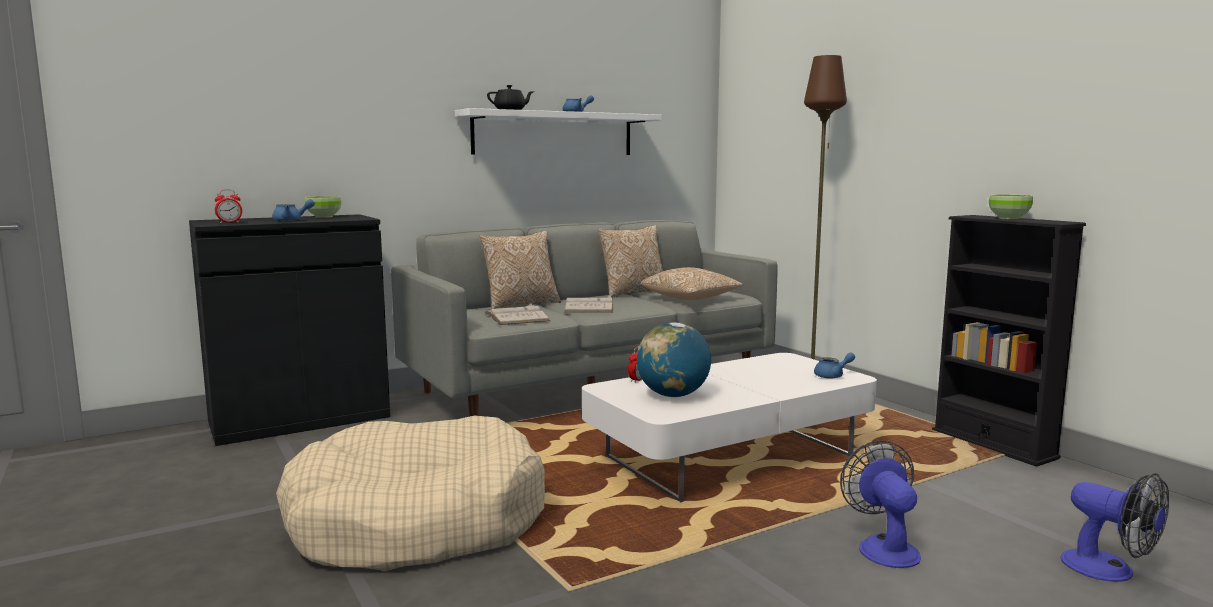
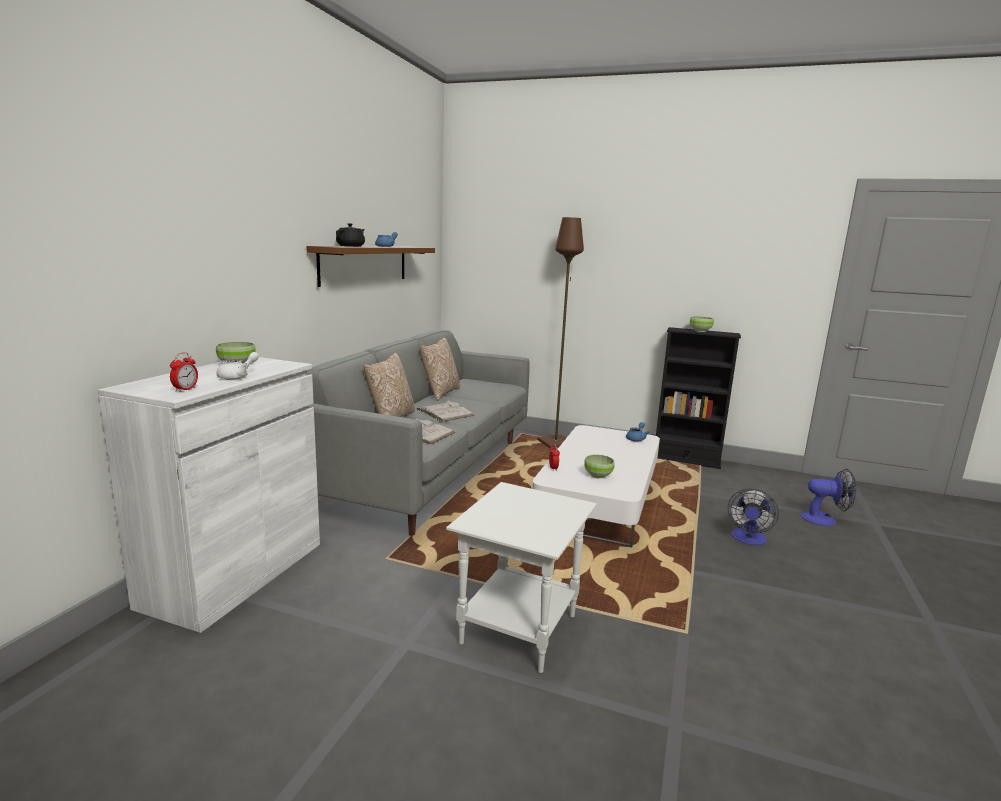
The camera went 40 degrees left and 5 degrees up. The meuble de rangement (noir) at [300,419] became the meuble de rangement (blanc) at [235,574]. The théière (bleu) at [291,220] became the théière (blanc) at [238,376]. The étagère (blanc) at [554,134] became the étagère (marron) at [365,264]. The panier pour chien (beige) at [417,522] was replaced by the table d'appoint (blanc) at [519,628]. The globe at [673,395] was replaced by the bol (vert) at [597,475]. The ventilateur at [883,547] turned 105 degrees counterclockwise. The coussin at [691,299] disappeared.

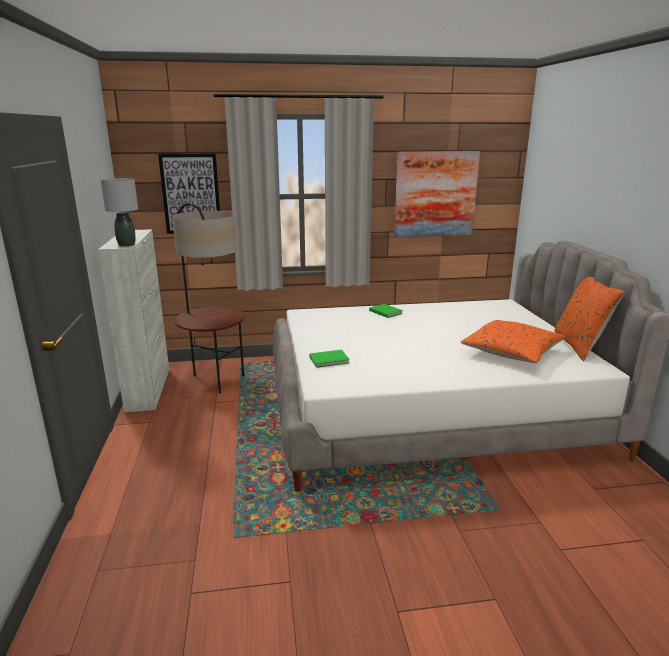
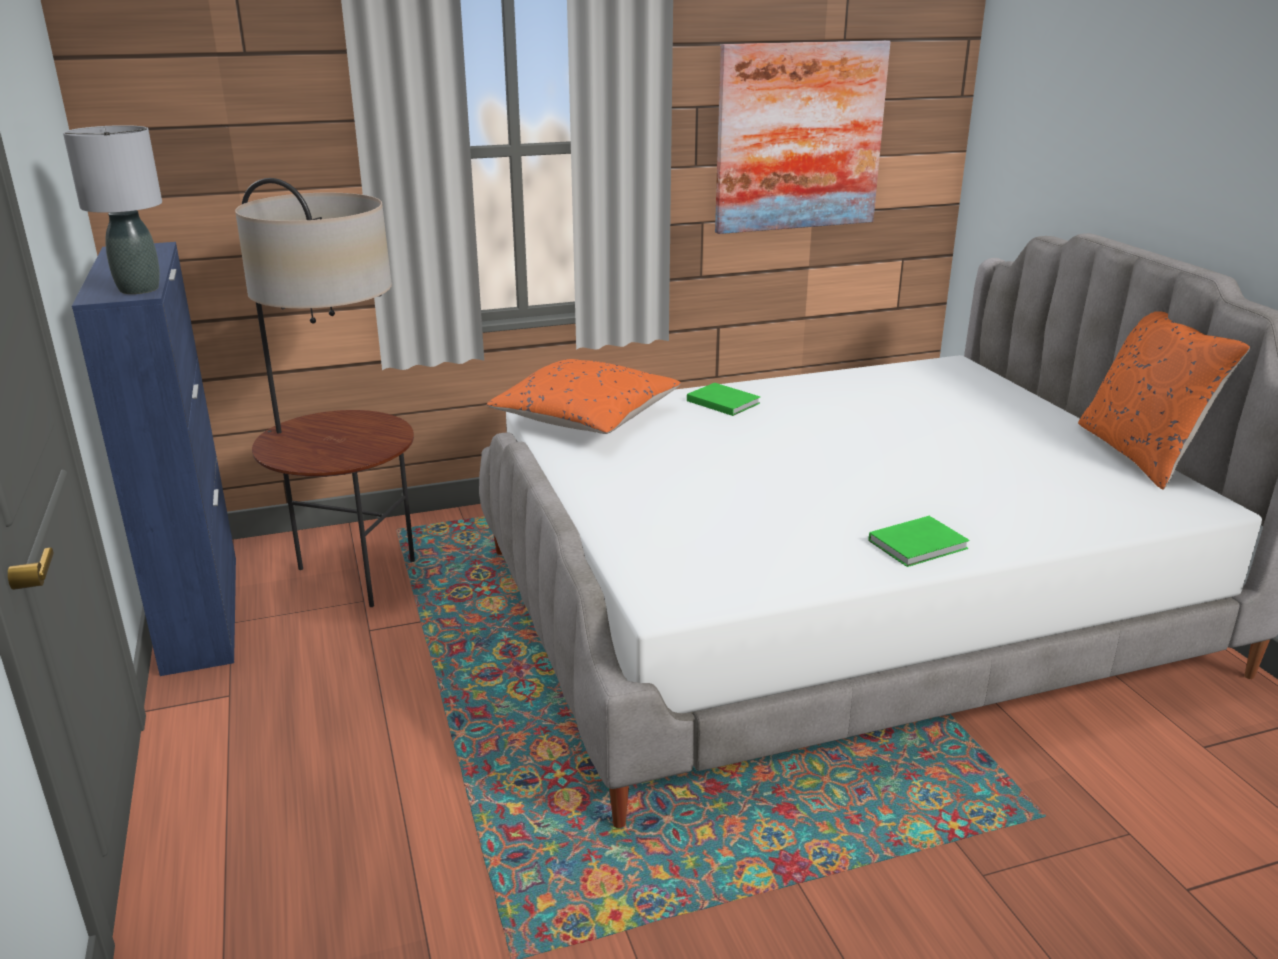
The camera went 10 degrees left and 5 degrees up. The meuble de rangement (blanc) at [148,388] became the meuble de rangement (bleu) at [202,611]. The coussin (orange) moved from [511,353] to [586,418]. The livre (vert) moved from [330,360] to [920,544]. The tableau at [191,194] disappeared.

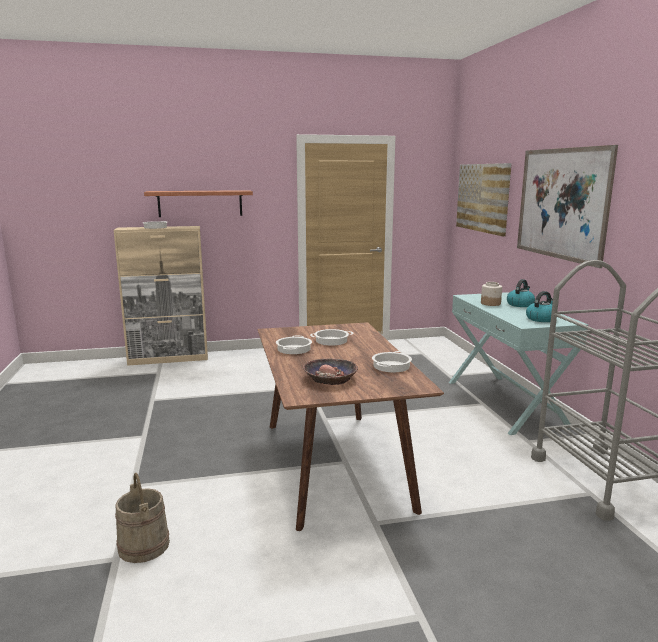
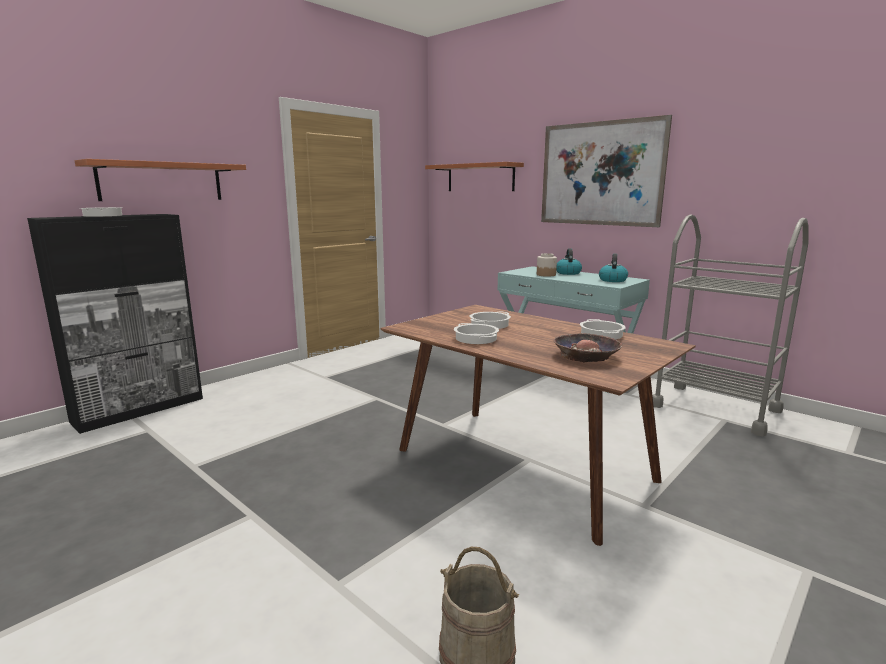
The camera went 35 degrees left and 0 degrees up. The meuble de rangement (beige) at [169,358] became the meuble de rangement (noir) at [140,410]. The tableau at [482,197] was replaced by the étagère at [480,178].

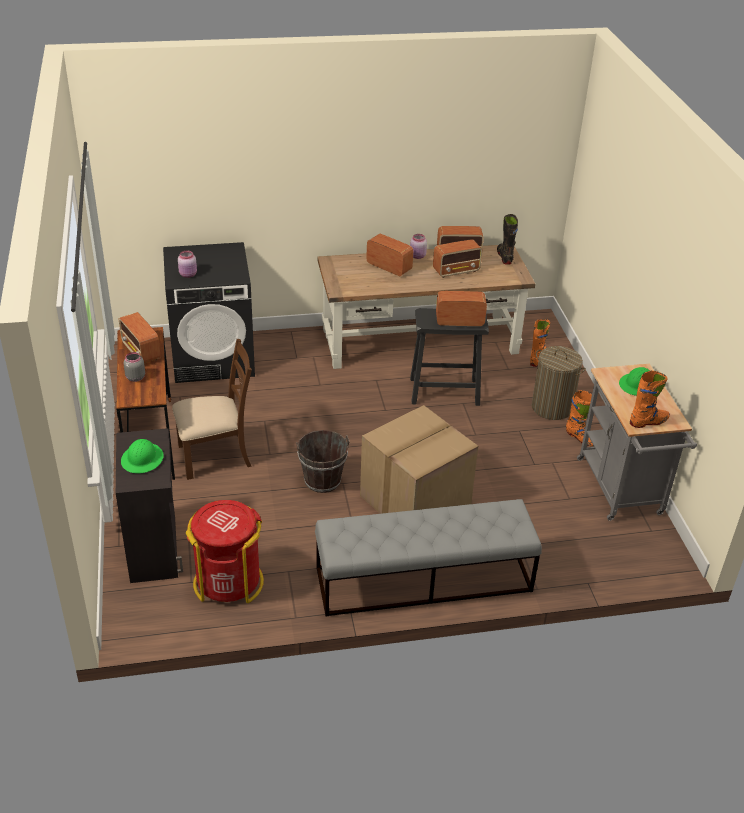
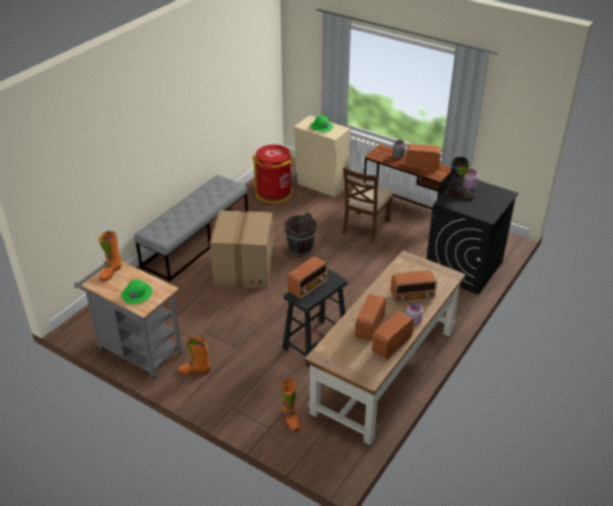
The camera went 135 degrees right and 0 degrees up. The meuble de rangement (noir) at [155,548] became the meuble de rangement (beige) at [321,184]. The botte (noir) moved from [504,257] to [460,195]. The panier à linge at [552,407] disappeared.

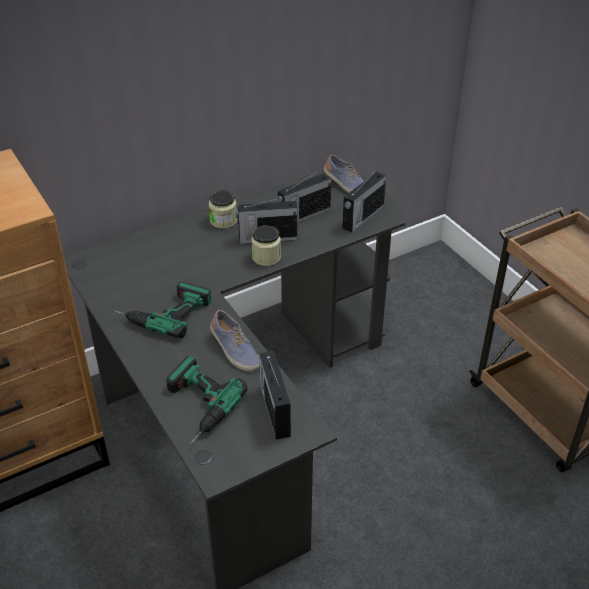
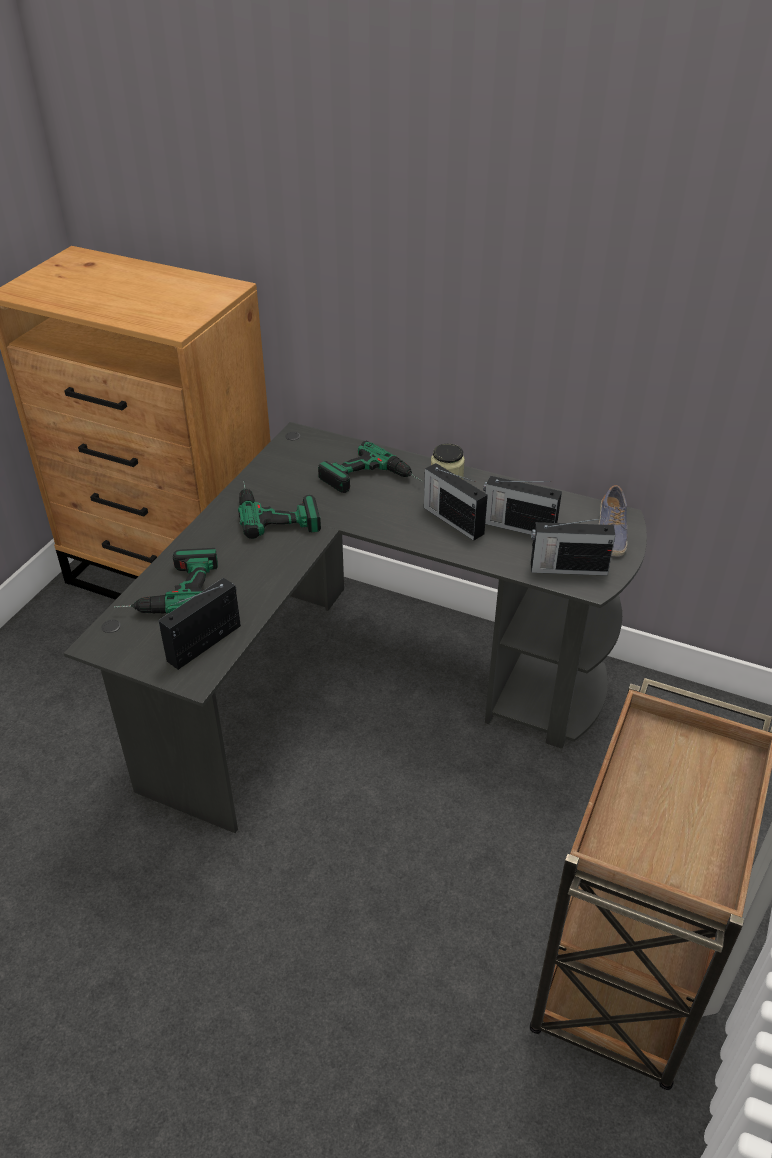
The camera went 55 degrees right and 0 degrees up. The perceuse at [372,481] appeared. The chaussure at [234,351] disappeared. The bocal at [266,257] disappeared.

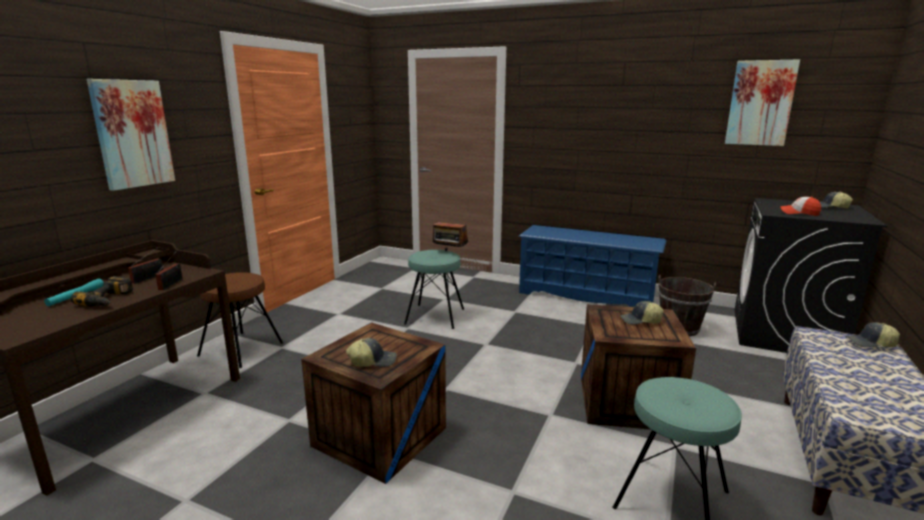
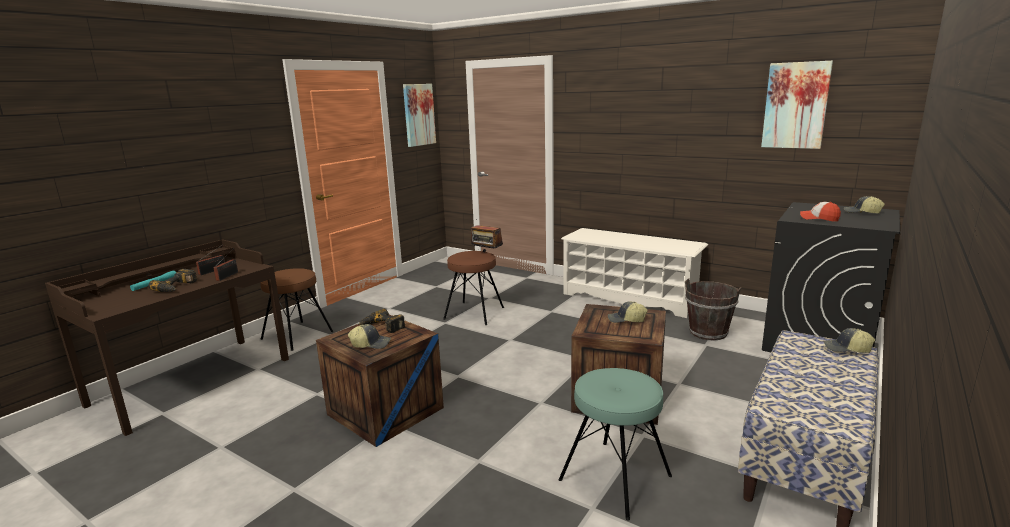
The camera went 10 degrees right and 0 degrees up. The perceuse at [381,327] appeared. The tableau moved from [132,134] to [418,115]. The tabouret (turquoise) at [435,316] became the tabouret (marron) at [474,313]. The étagère à chaussures (bleu) at [586,295] became the étagère à chaussures (blanc) at [629,298].

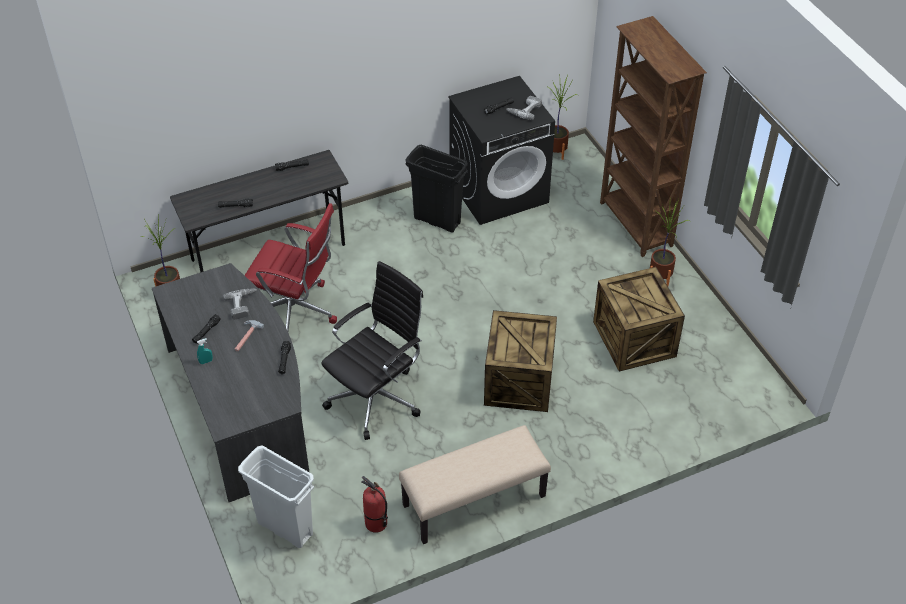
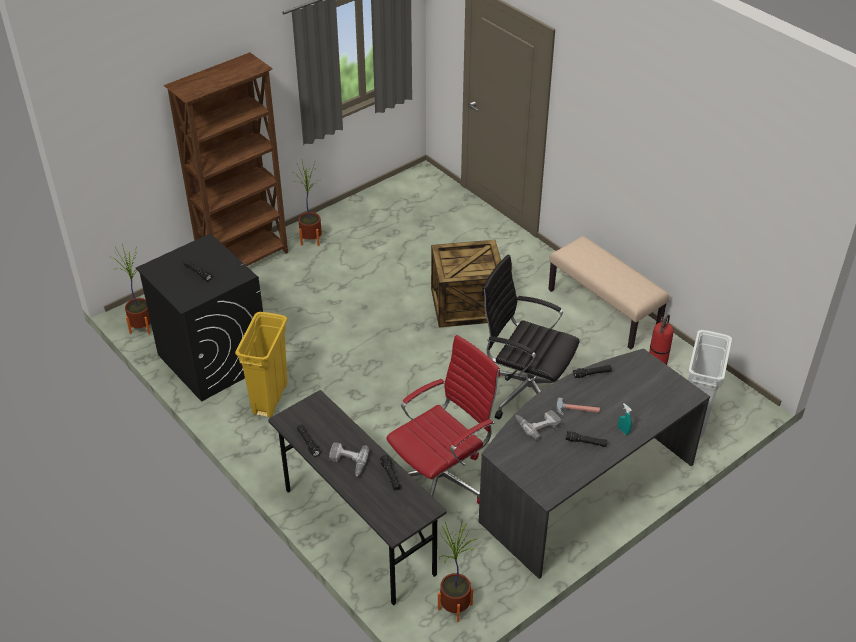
The camera went 105 degrees left and 5 degrees down. The poubelle (noir) at [436,220] became the poubelle (jaune) at [270,398]. The perceuse moved from [524,110] to [348,462]. The chaise de bureau (rouge) at [296,312] turned 45 degrees clockwise. The caisse at [635,339] disappeared.

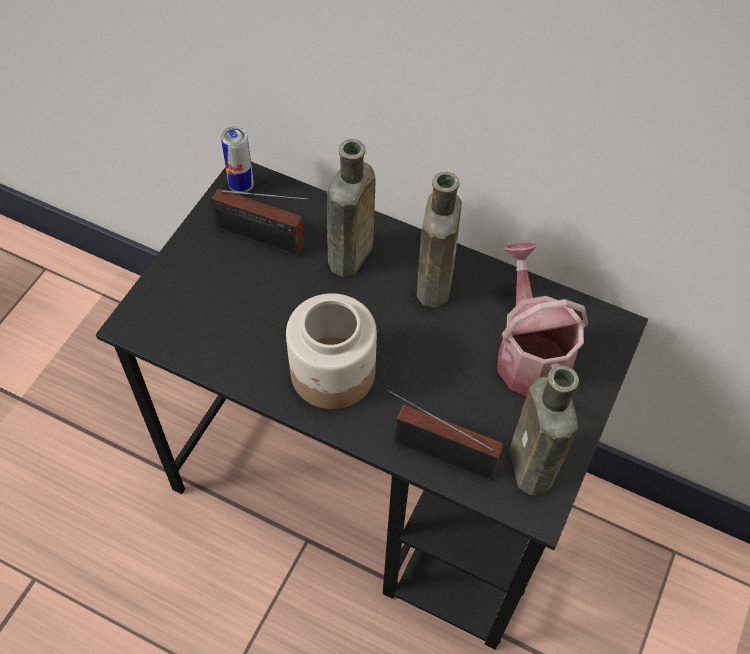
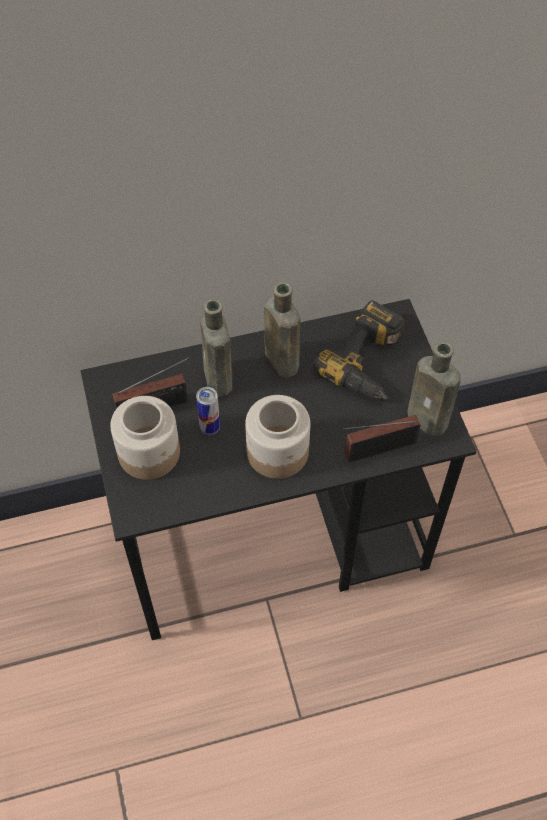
The camera went 40 degrees left and 0 degrees up. The bocal at [150,453] appeared. The boîte métallique moved from [241,186] to [210,428]. The arrosoir at [530,354] was replaced by the perceuse at [370,362].

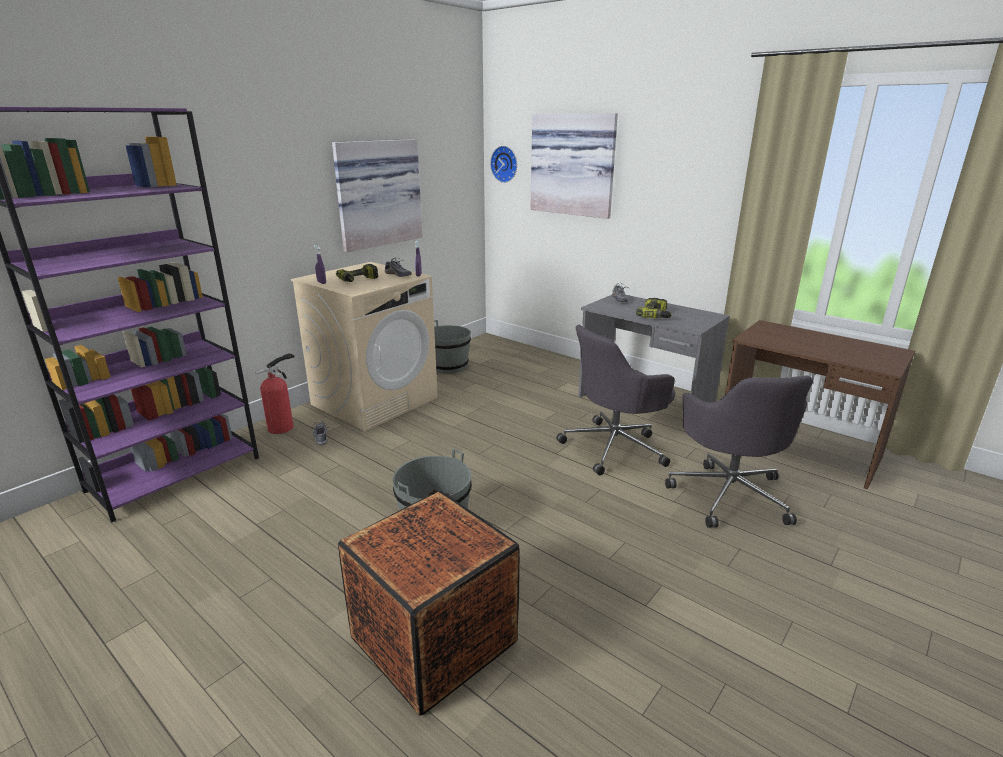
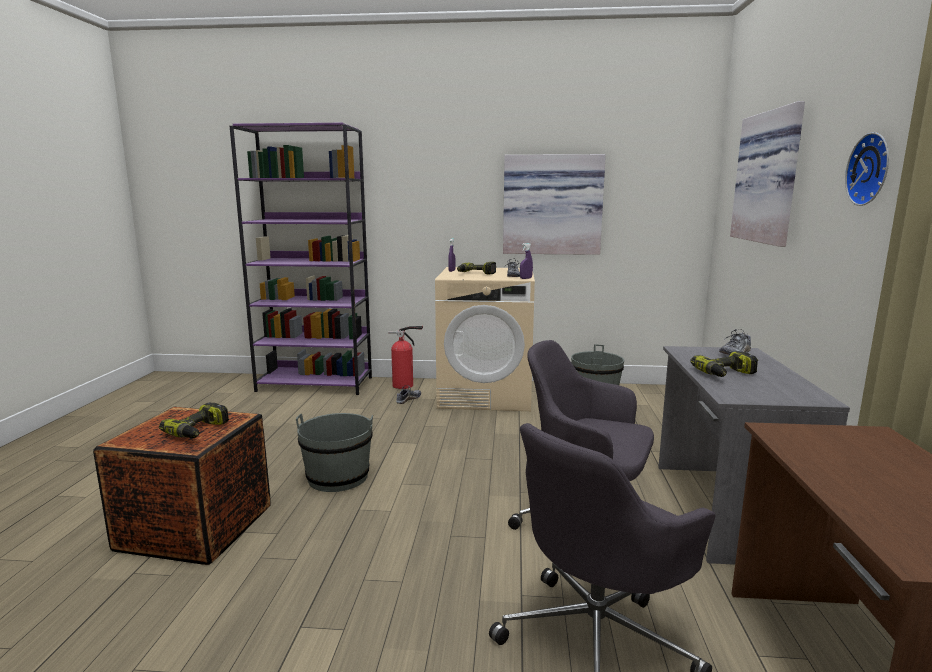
The camera went 55 degrees right and 10 degrees down. The perceuse at [199,431] appeared. The horloge murale moved from [505,164] to [872,169].

